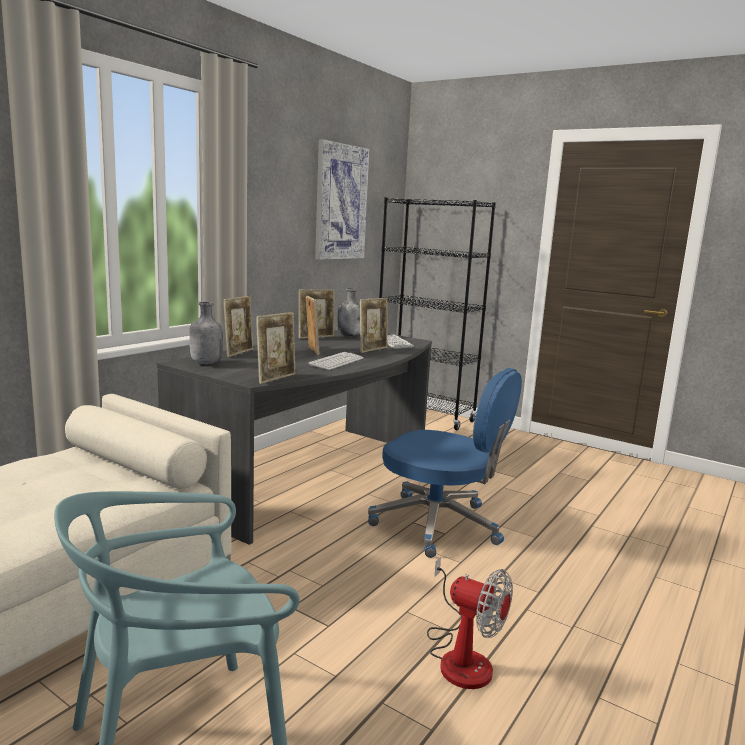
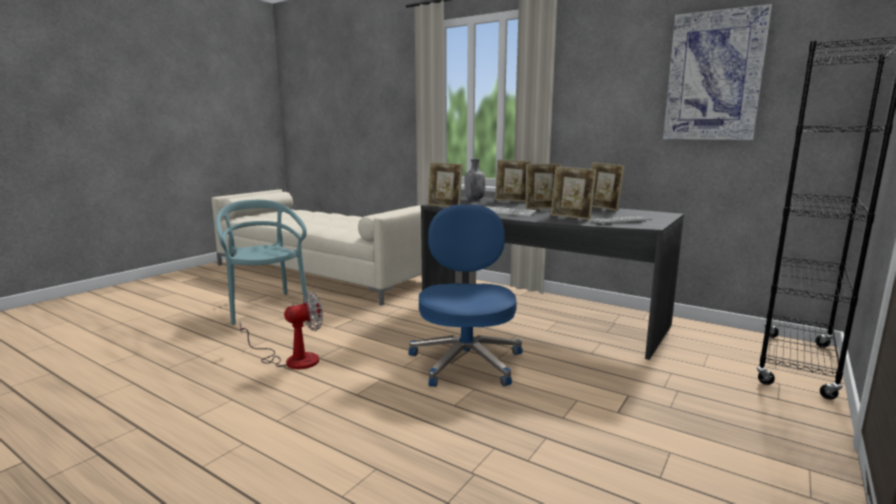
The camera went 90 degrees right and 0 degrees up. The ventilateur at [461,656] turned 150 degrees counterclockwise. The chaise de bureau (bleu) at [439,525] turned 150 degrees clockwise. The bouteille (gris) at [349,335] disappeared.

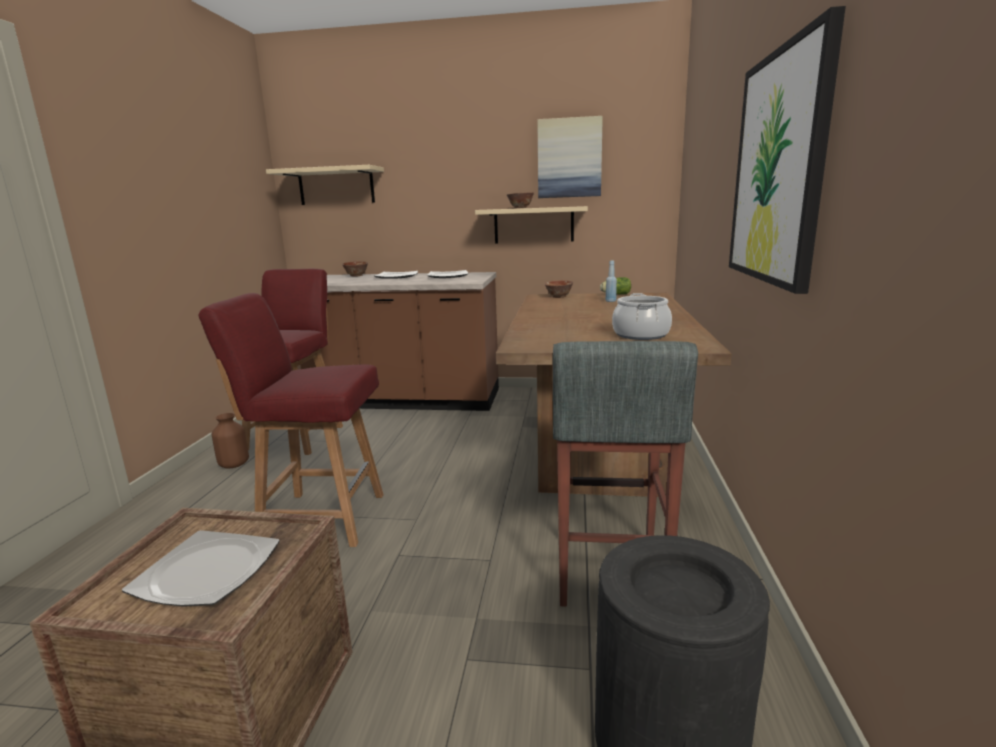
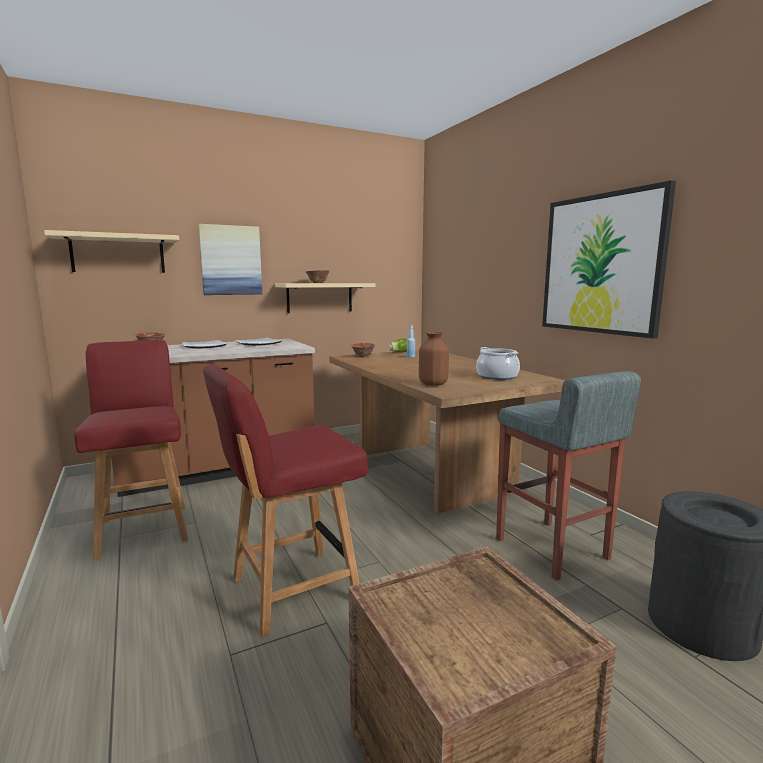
The camera went 35 degrees left and 5 degrees down. The tableau moved from [569,158] to [231,260]. The vase (marron) moved from [234,464] to [433,384]. The assiette at [209,571] disappeared.

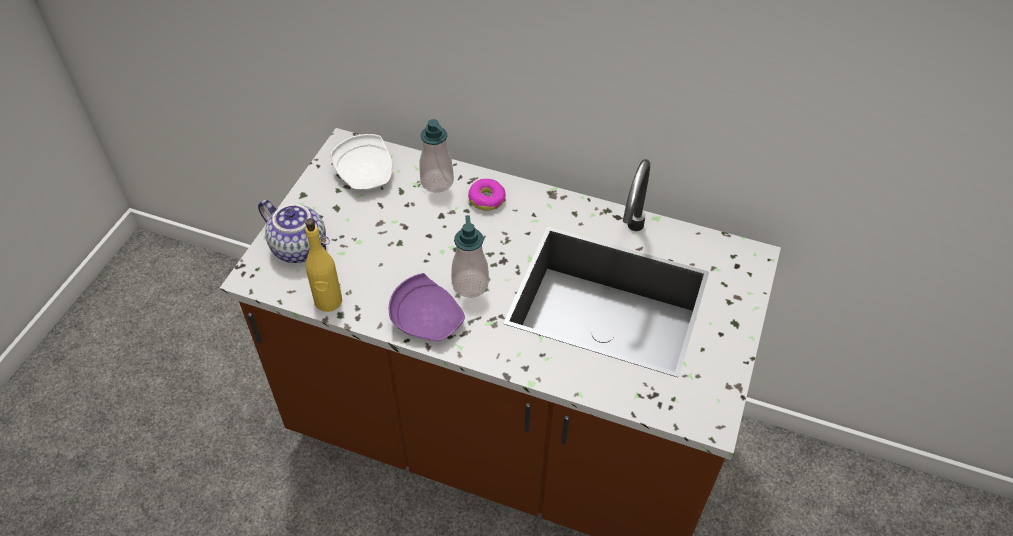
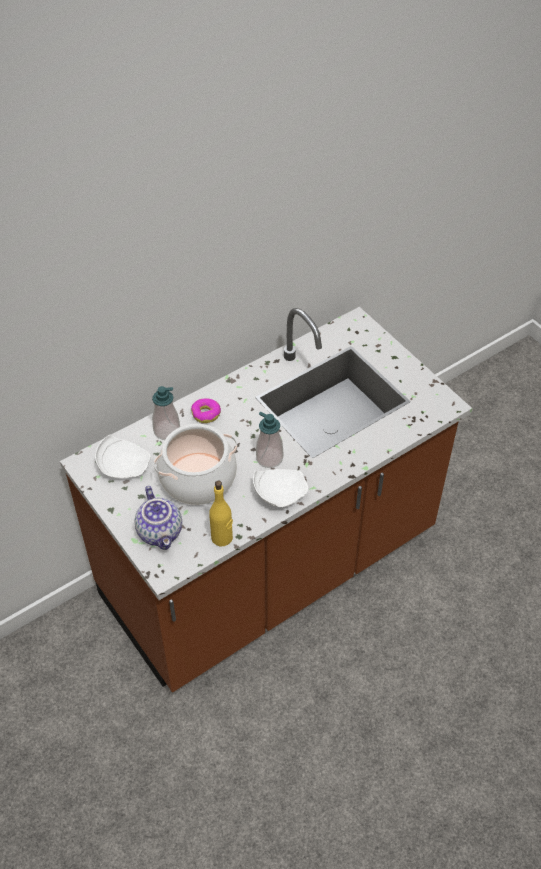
The camera went 55 degrees left and 0 degrees up. The théière at [301,248] turned 90 degrees clockwise. The marmite at [197,479] appeared. The assiette (violet) at [428,318] became the assiette (blanc) at [279,492].

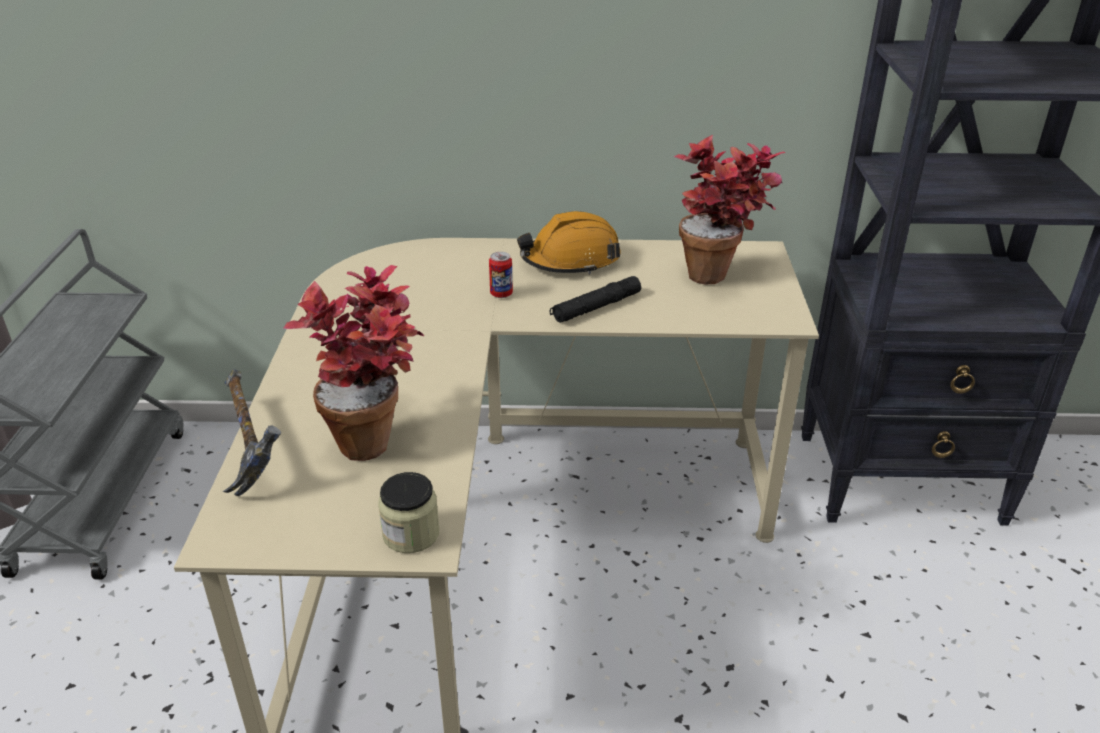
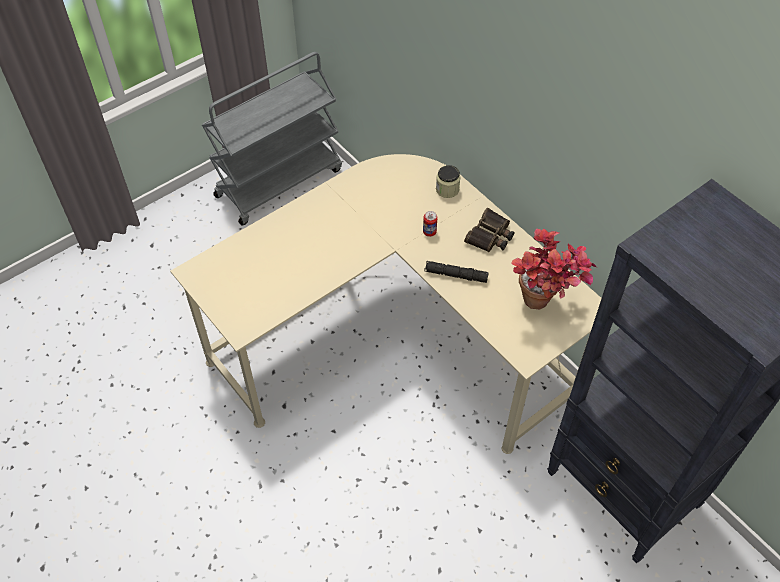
The camera went 50 degrees right and 20 degrees up. The bocal moved from [411,534] to [447,189]. The casque de chantier (orange) at [571,260] was replaced by the jumelles at [490,236]. The marteau at [251,451] disappeared. The plante en pot at [375,436] disappeared.

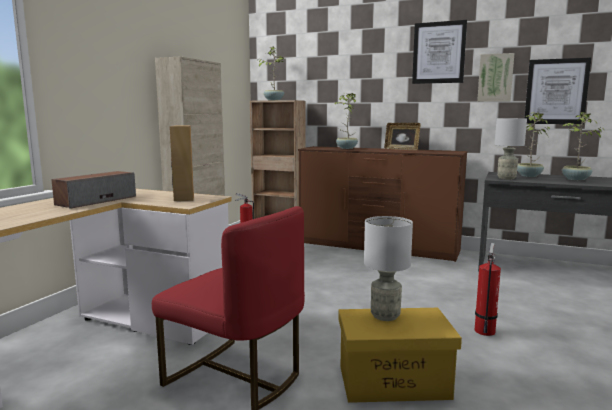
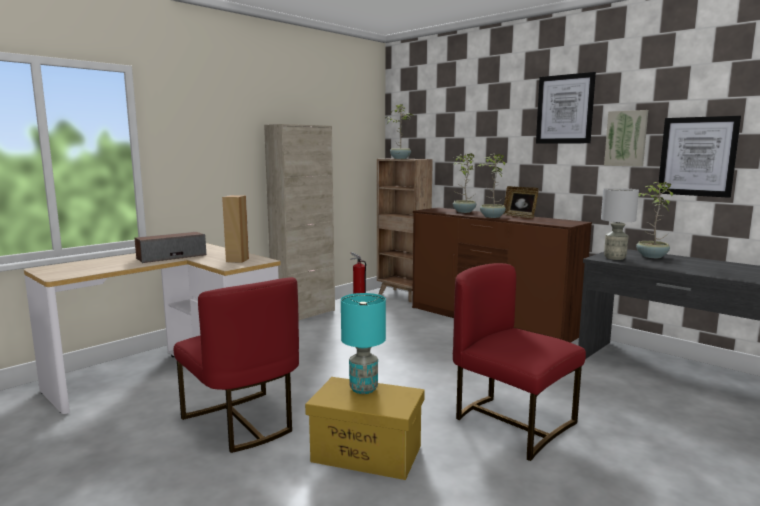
The camera went 20 degrees right and 0 degrees up. The lampe de table (gris) at [385,316] became the lampe de table (turquoise) at [363,389]. The extincteur at [485,330] was replaced by the chaise (rouge) at [511,423]. The plante en pot moved from [575,179] to [491,217].

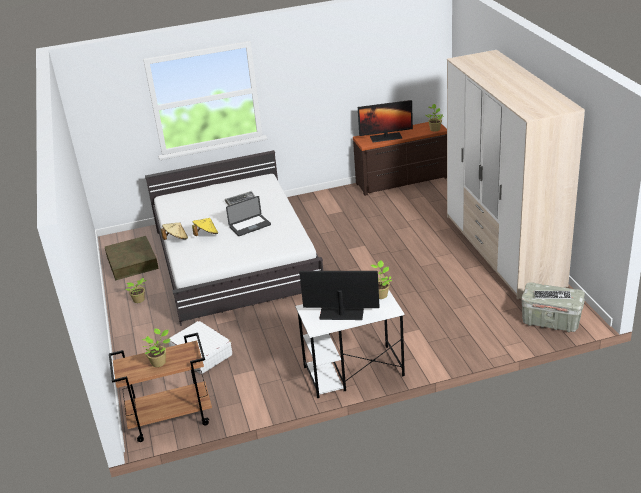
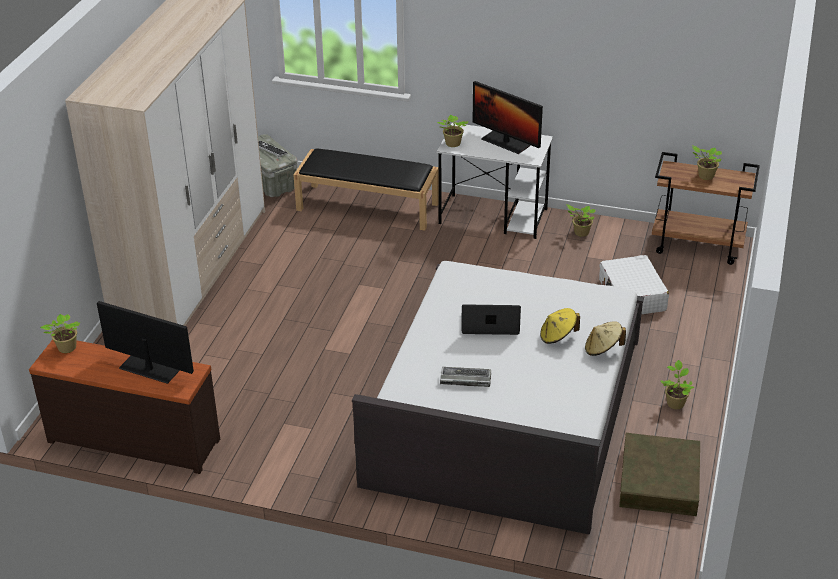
The camera went 150 degrees left and 5 degrees up. The banc (noir) at [368,206] appeared. The plante en pot at [580,232] appeared.

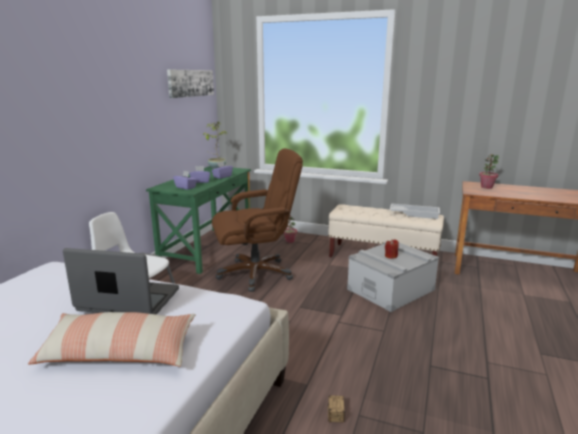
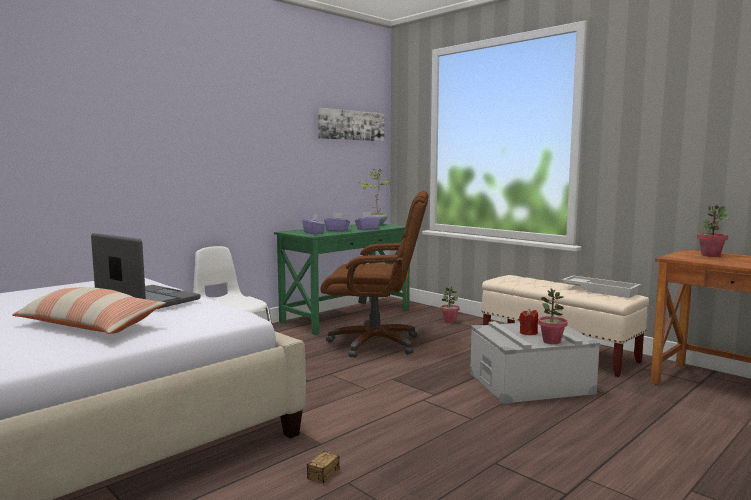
The camera went 25 degrees right and 10 degrees down. The plante en pot at [551,341] appeared.

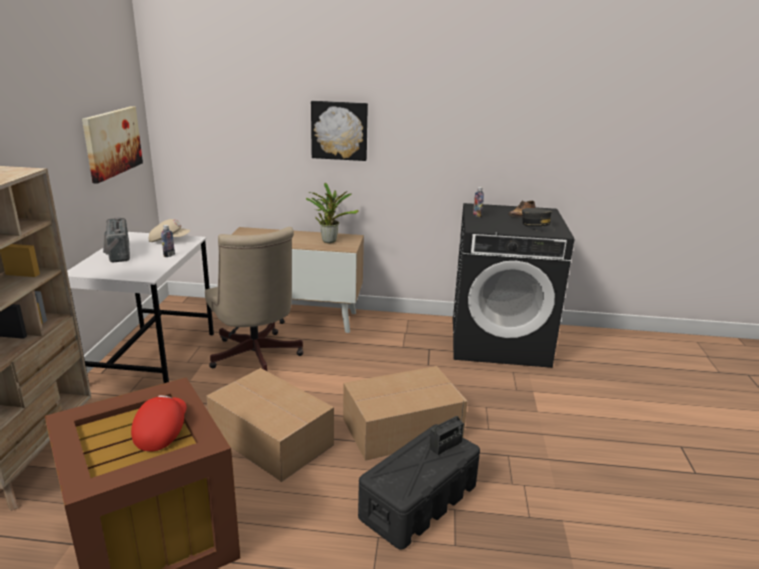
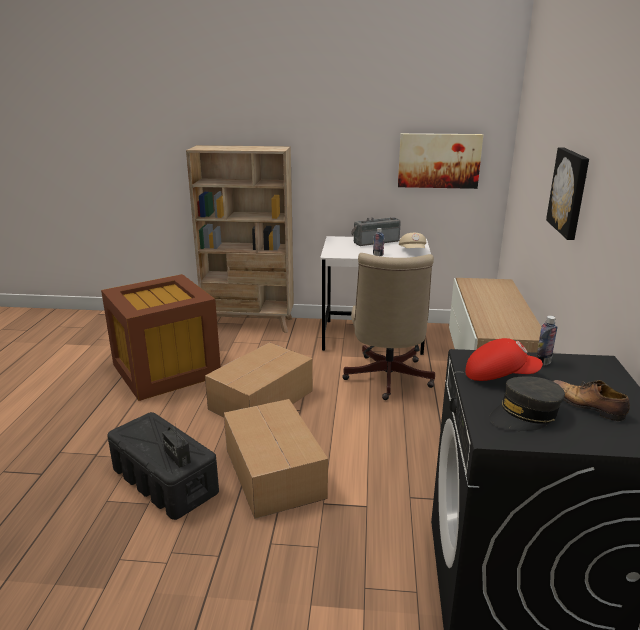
The camera went 90 degrees right and 0 degrees up. The chaise de bureau (beige) at [255,358] turned 60 degrees counterclockwise. The casquette (rouge) moved from [161,431] to [499,375]. The plante en pot at [329,240] disappeared.

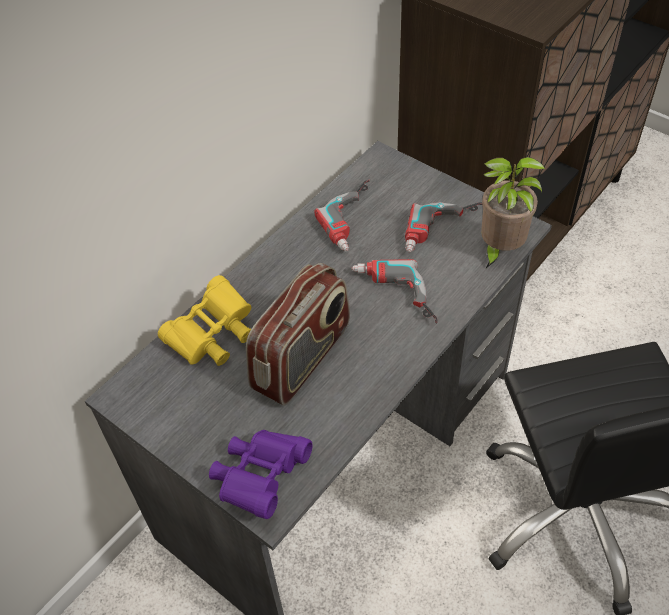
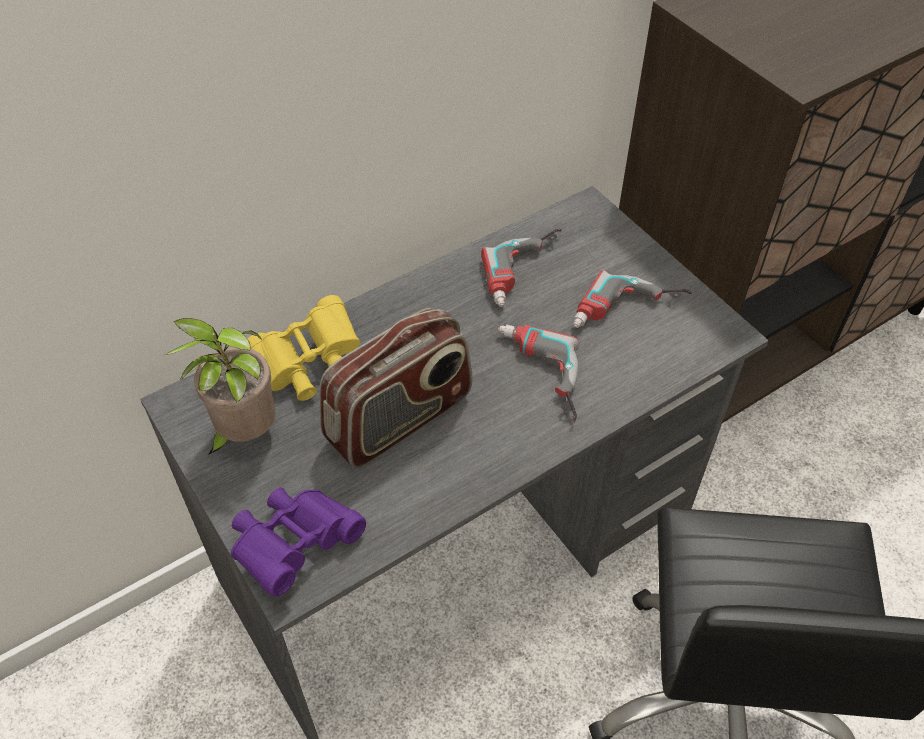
The camera went 15 degrees right and 0 degrees up. The plante en pot moved from [499,250] to [244,434].

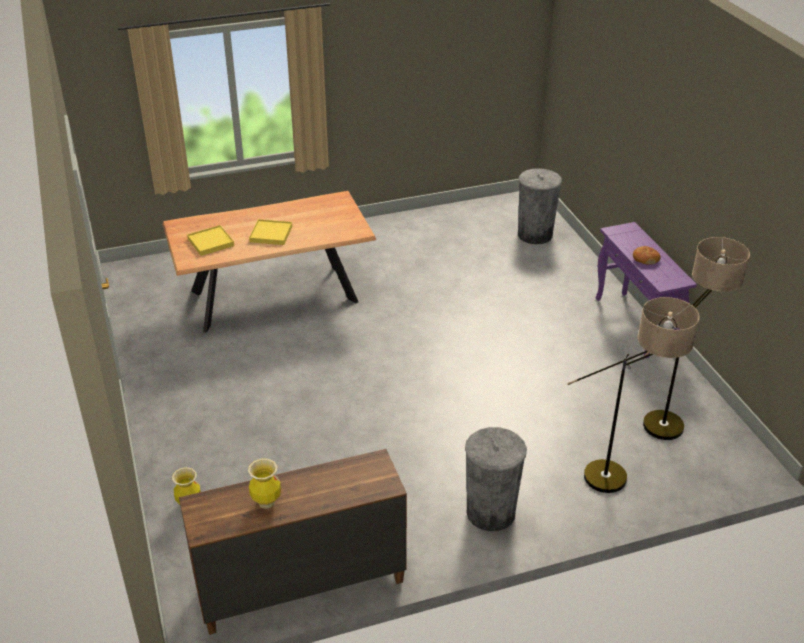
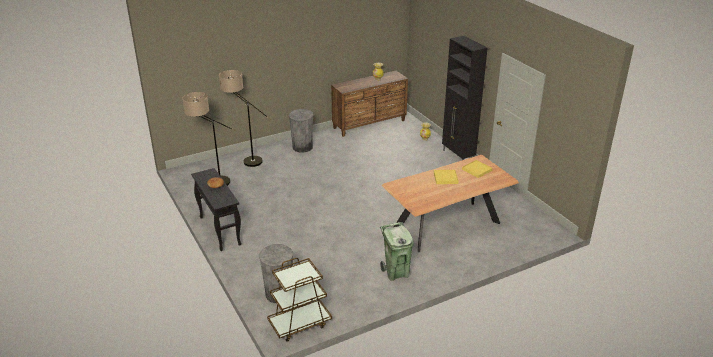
The camera went 170 degrees right and 5 degrees down. The table console (violet) at [635,325] became the table console (noir) at [219,230]. The chariot (marron) at [299,323] appeared. The poubelle (vert) at [396,273] appeared. The meuble de rangement (noir) at [458,156] appeared.

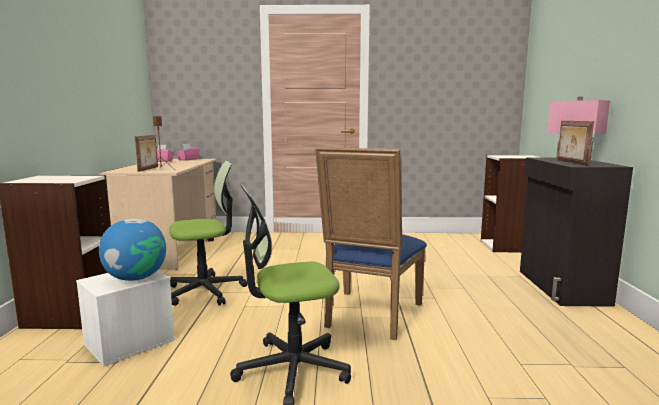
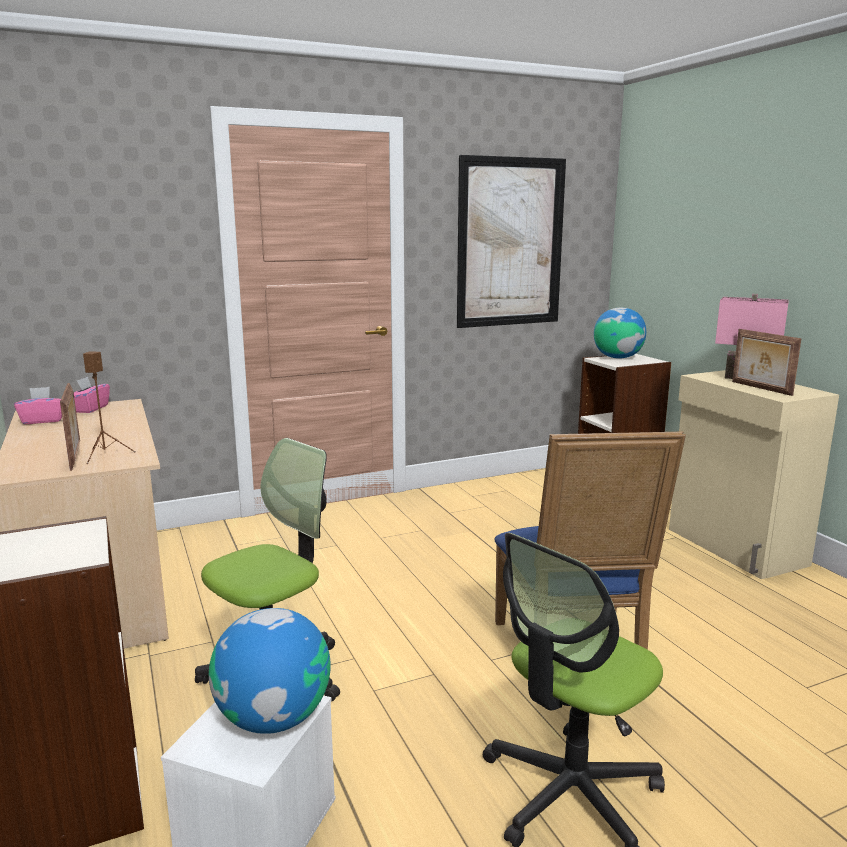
The camera went 25 degrees left and 5 degrees up. The tableau at [510,243] appeared. The globe at [617,357] appeared. The meuble de rangement (noir) at [561,287] became the meuble de rangement (beige) at [735,547].

